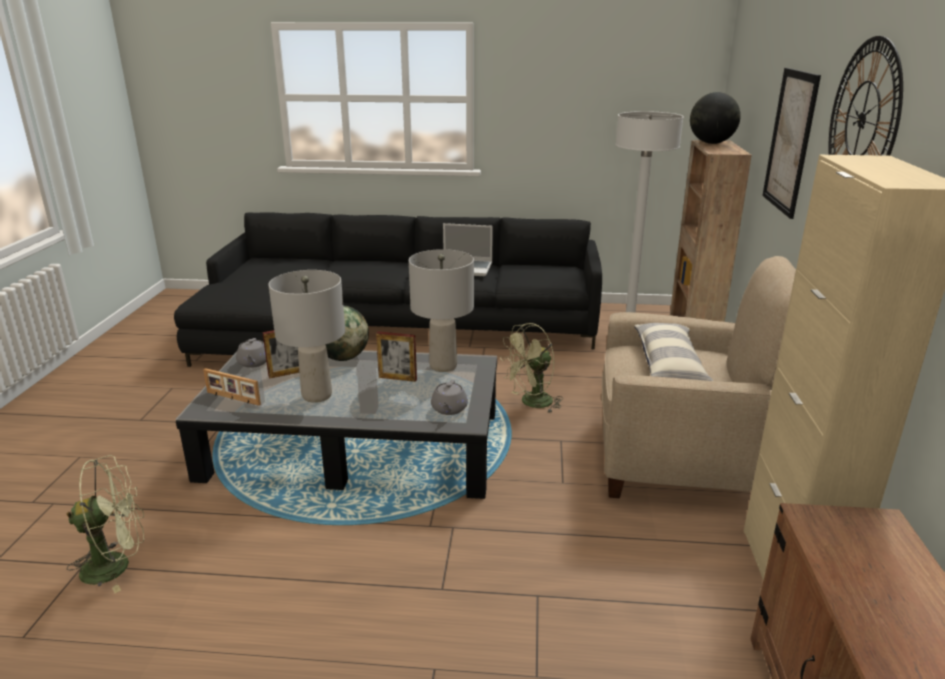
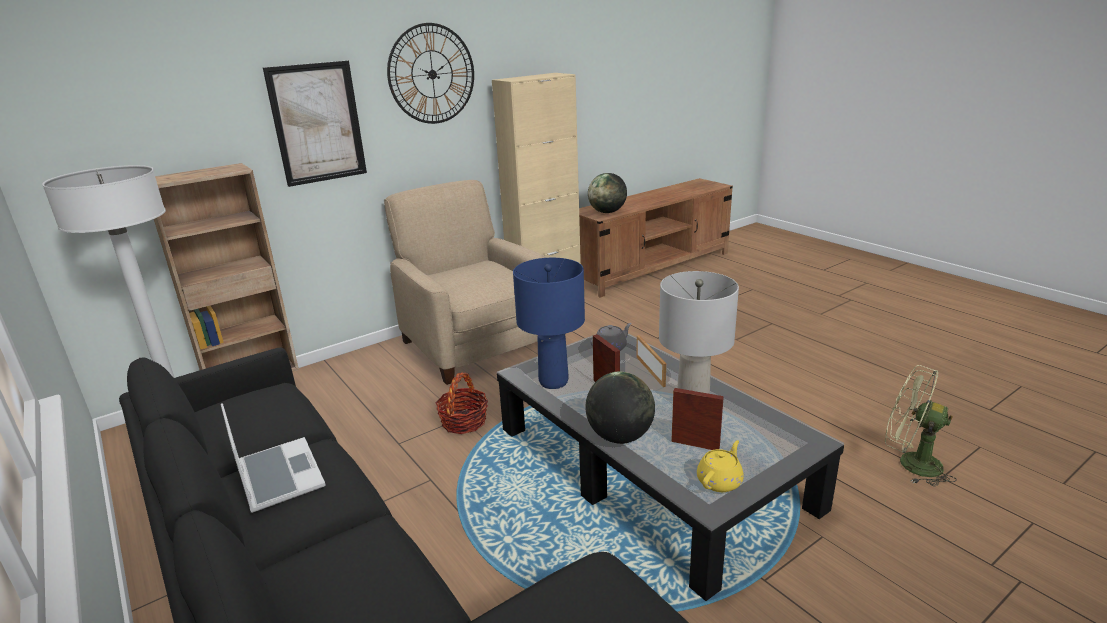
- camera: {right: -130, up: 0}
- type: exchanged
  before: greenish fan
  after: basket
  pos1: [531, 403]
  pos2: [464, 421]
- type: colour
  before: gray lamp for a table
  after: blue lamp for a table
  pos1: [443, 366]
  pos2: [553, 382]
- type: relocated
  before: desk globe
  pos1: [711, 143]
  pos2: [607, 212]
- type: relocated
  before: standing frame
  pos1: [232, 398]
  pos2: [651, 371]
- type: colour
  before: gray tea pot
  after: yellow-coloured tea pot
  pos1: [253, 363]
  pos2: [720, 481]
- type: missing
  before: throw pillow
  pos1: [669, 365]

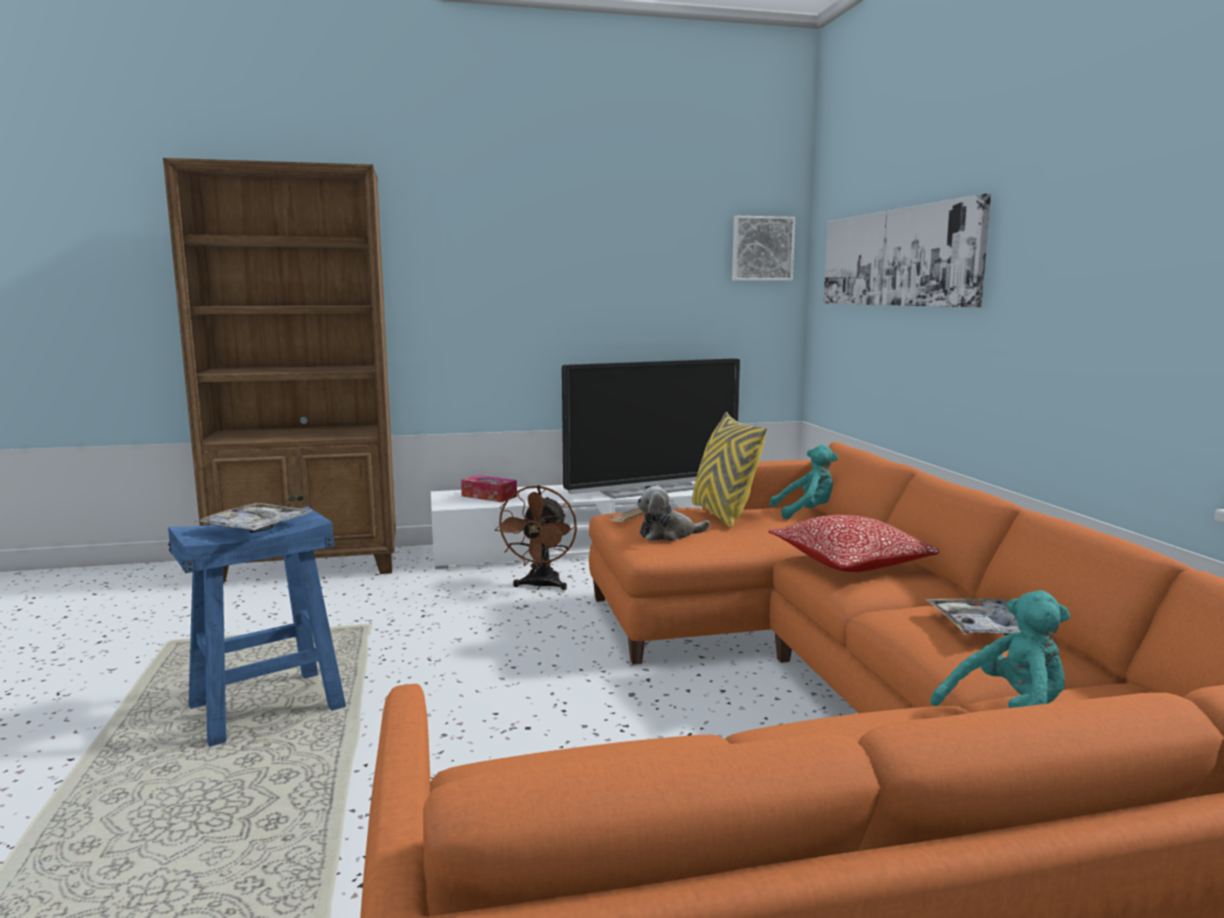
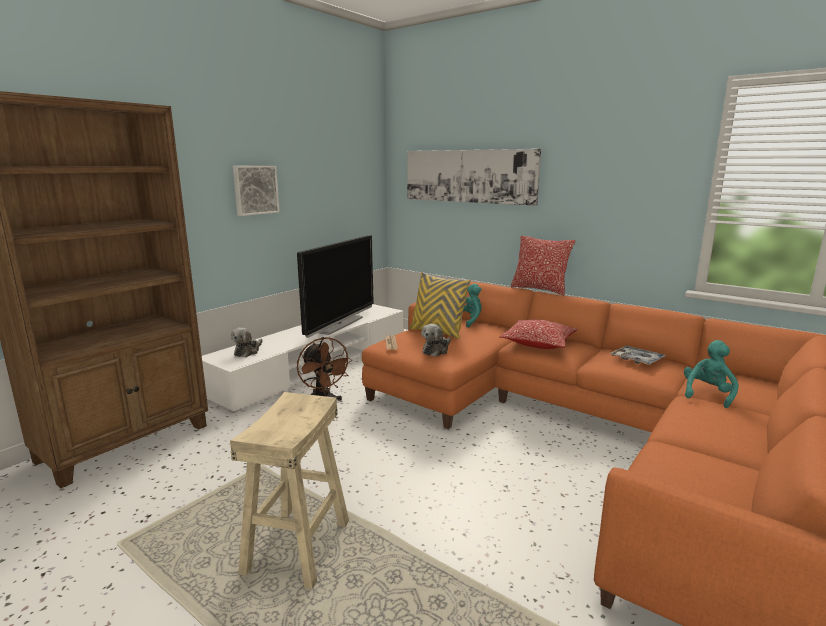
- camera: {right: -40, up: 5}
- type: colour
  before: blue stool seat
  after: beige-coloured stool seat
  pos1: [267, 706]
  pos2: [297, 545]
- type: exchanged
  before: box of tissues
  after: cuddly toy
  pos1: [489, 496]
  pos2: [248, 351]
- type: relocated
  before: picture
  pos1: [762, 249]
  pos2: [255, 190]
- type: appeared
  after: throw pillow
  pos2: [539, 289]
- type: missing
  before: serving tray
  pos1: [255, 527]

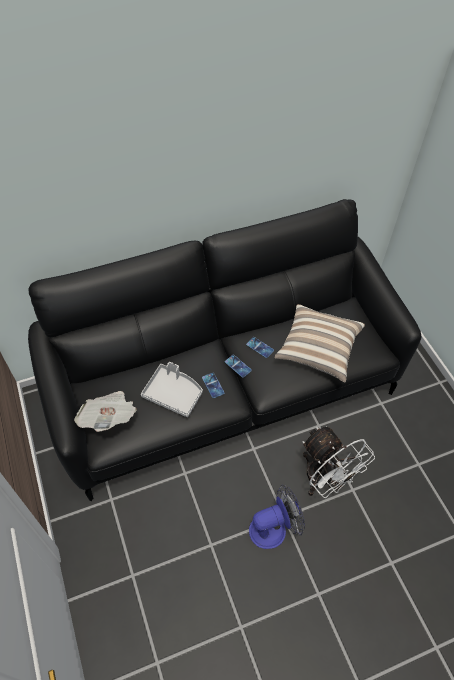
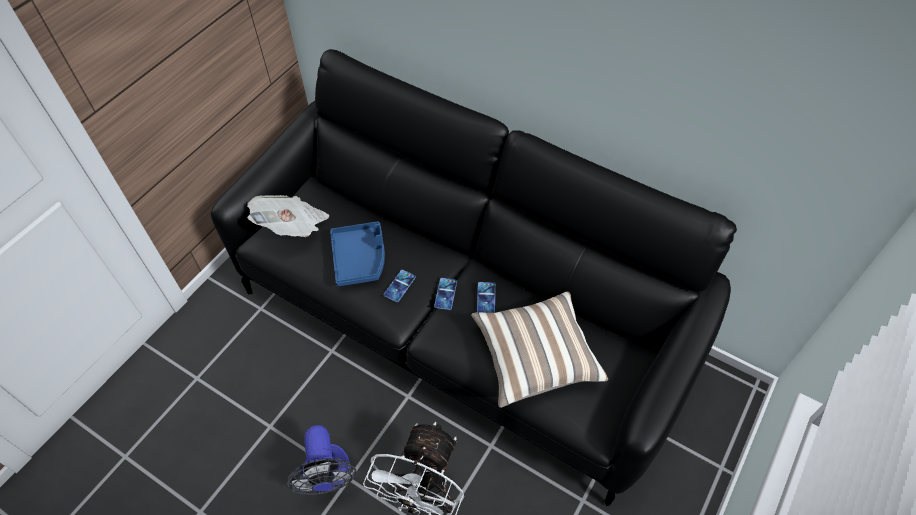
- camera: {right: 55, up: 0}
- type: spun
  before: fan
  pos1: [274, 528]
  pos2: [328, 476]
  turn: 45
- type: colour
  before: gray serving tray
  after: blue serving tray
  pos1: [173, 394]
  pos2: [360, 258]

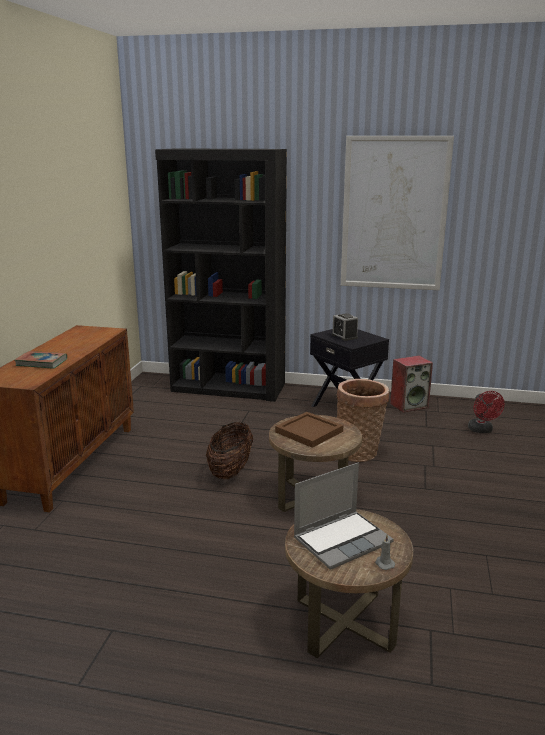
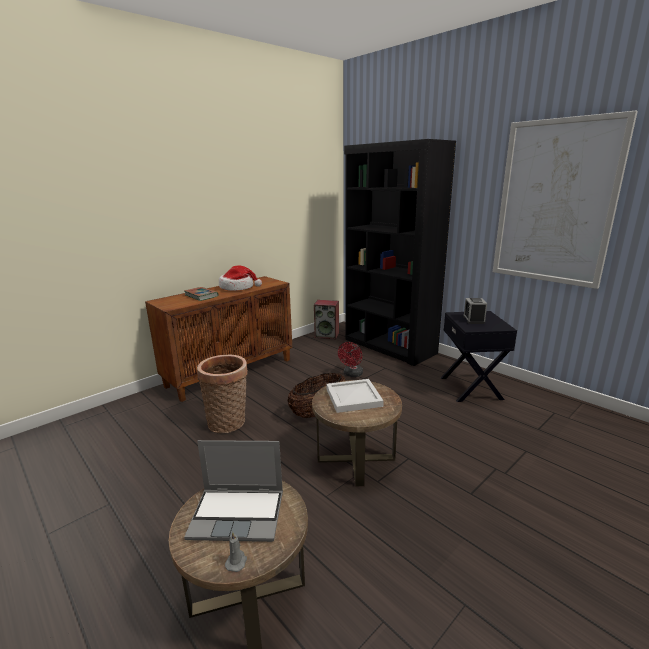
- camera: {right: 35, up: 0}
- type: relocated
  before: basket
  pos1: [359, 452]
  pos2: [229, 423]
- type: appeared
  after: clothing hat
  pos2: [238, 287]
- type: relocated
  before: loudspeaker
  pos1: [409, 405]
  pos2: [327, 335]
- type: colour
  before: brown-coloured serving tray
  after: white serving tray
  pos1: [309, 432]
  pos2: [353, 398]
- type: relocated
  before: red fan
  pos1: [482, 430]
  pos2: [352, 374]

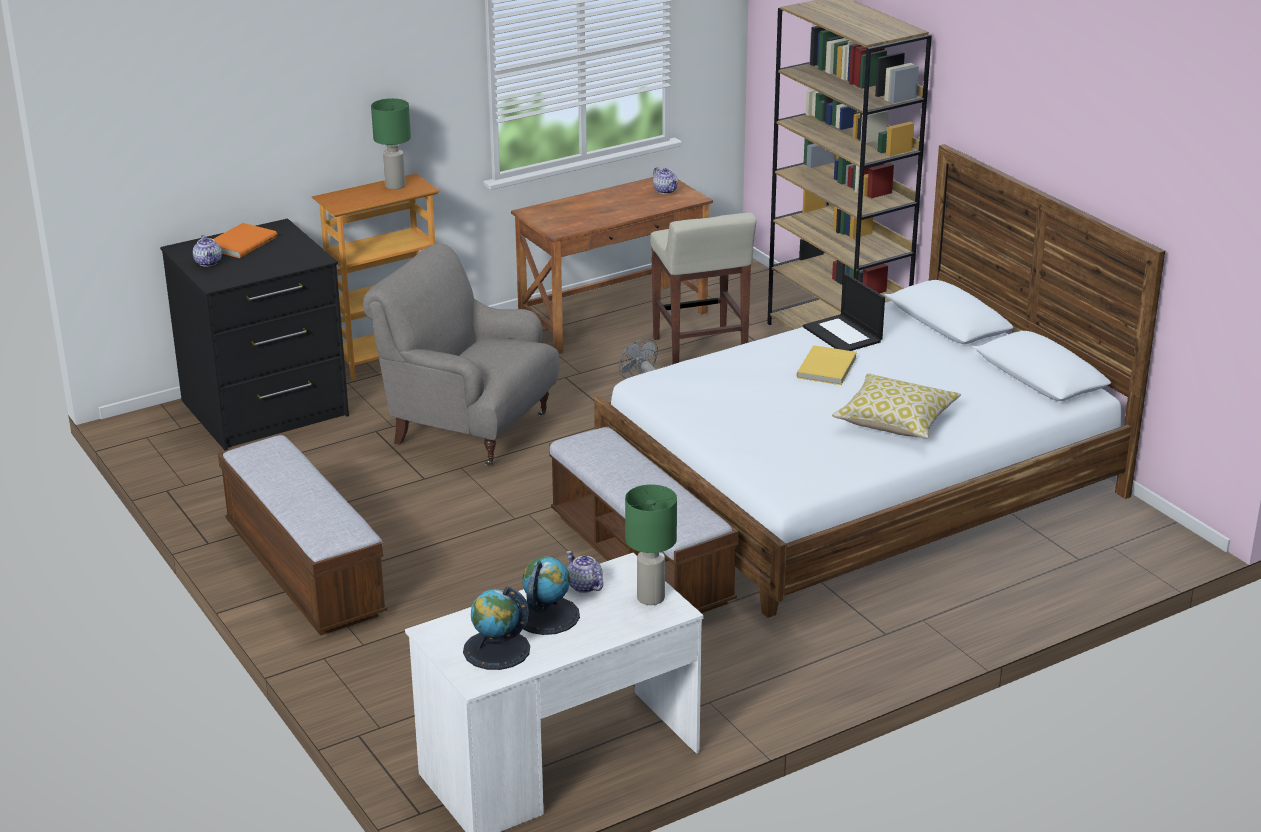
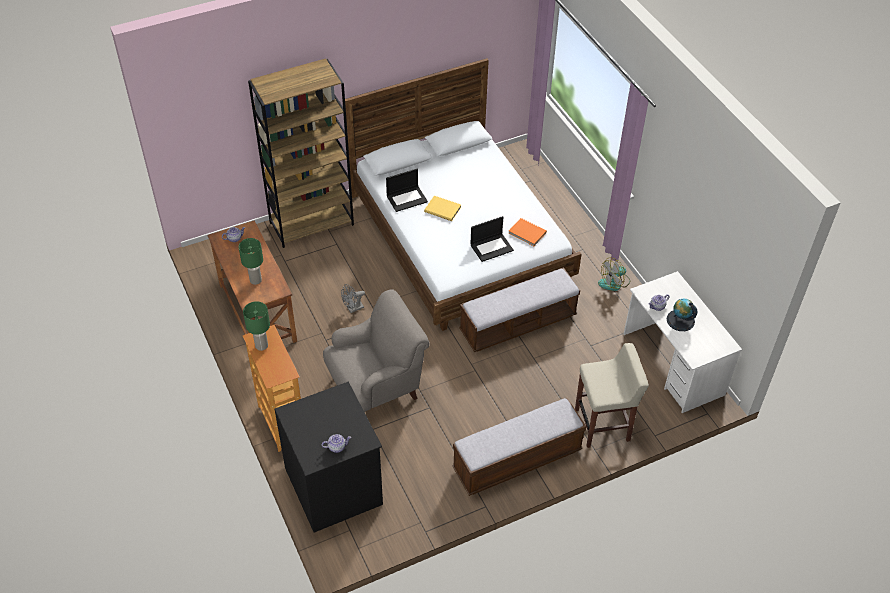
- camera: {right: -85, up: 20}
- type: relocated
  before: greenish lamp for a table
  pos1: [651, 598]
  pos2: [256, 280]
- type: spun
  before: gray lounge chair
  pos1: [468, 428]
  pos2: [377, 386]
  turn: -150
- type: appeared
  after: laptop
  pos2: [492, 247]
- type: relocated
  before: orangey bound book
  pos1: [240, 243]
  pos2: [527, 233]
- type: relocated
  before: beige-coloured stool seat
  pos1: [700, 349]
  pos2: [603, 425]
- type: appeared
  after: fan
  pos2: [614, 282]
- type: missing
  before: desk globe
  pos1: [496, 650]
- type: missing
  before: throw pillow
  pos1: [895, 421]

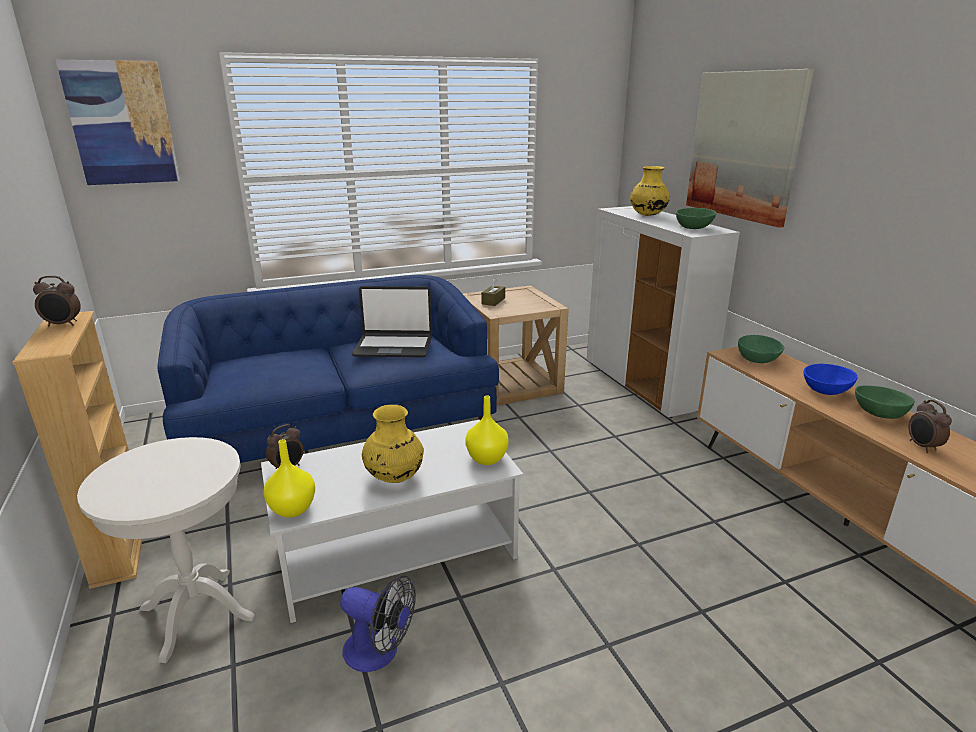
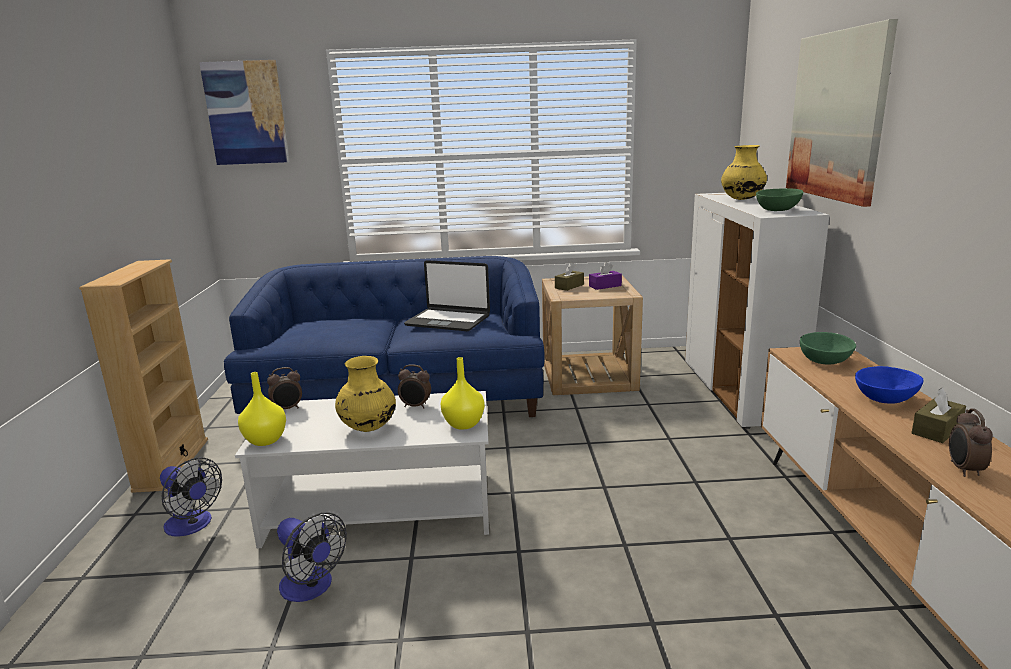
- camera: {right: 20, up: -5}
- type: exchanged
  before: white end table
  after: fan
  pos1: [197, 613]
  pos2: [192, 525]
- type: relocated
  before: bedside clock
  pos1: [63, 324]
  pos2: [415, 406]
- type: appeared
  after: purplish box of tissues
  pos2: [605, 286]
- type: exchanged
  before: greenish bowl
  after: brown-coloured box of tissues
  pos1: [879, 414]
  pos2: [936, 430]

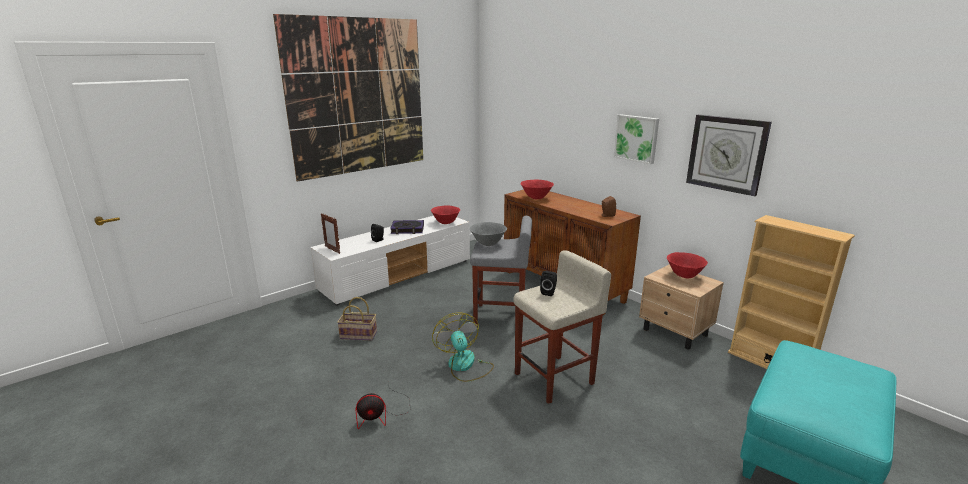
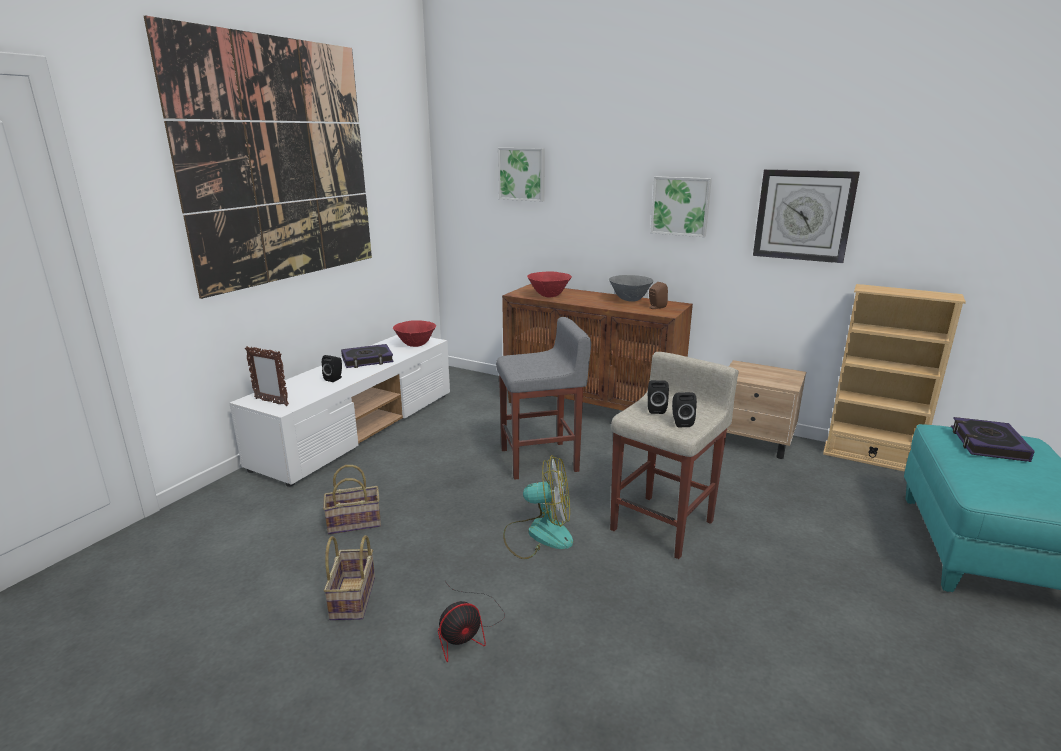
- camera: {right: -20, up: 0}
- type: appeared
  after: basket
  pos2: [354, 599]
- type: appeared
  after: picture
  pos2: [522, 174]
- type: spun
  before: fan
  pos1: [464, 366]
  pos2: [538, 534]
  turn: 135
- type: relocated
  before: gray bowl
  pos1: [488, 244]
  pos2: [629, 300]
- type: appeared
  after: blackish loudspeaker
  pos2: [681, 422]
- type: appeared
  after: bound book
  pos2: [988, 444]
- type: missing
  before: red bowl
  pos1: [684, 276]

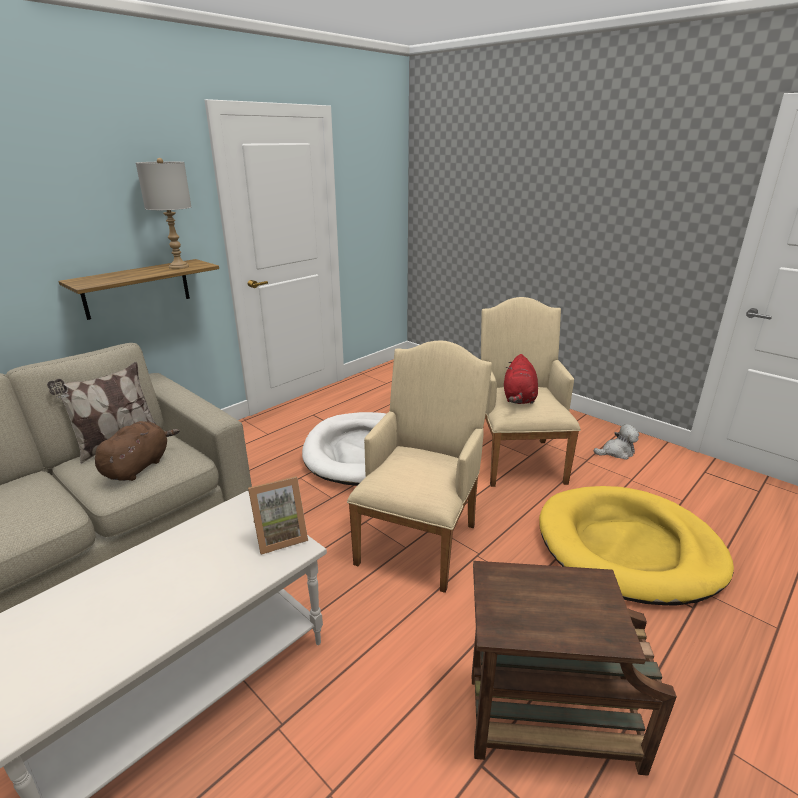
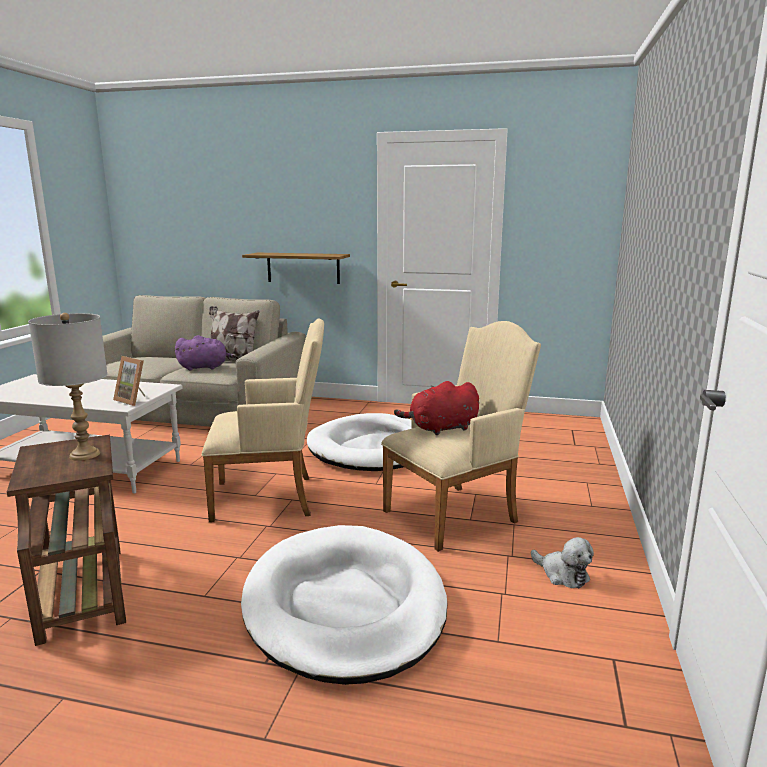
- camera: {right: 60, up: -10}
- type: relocated
  before: gray lamp for a table
  pos1: [178, 266]
  pos2: [84, 455]
- type: colour
  before: brown-coloured cuddly toy
  after: purplish cuddly toy
  pos1: [139, 466]
  pos2: [205, 367]
- type: colour
  before: yellow-coloured pet bed
  after: white pet bed
  pos1: [628, 548]
  pos2: [345, 606]

